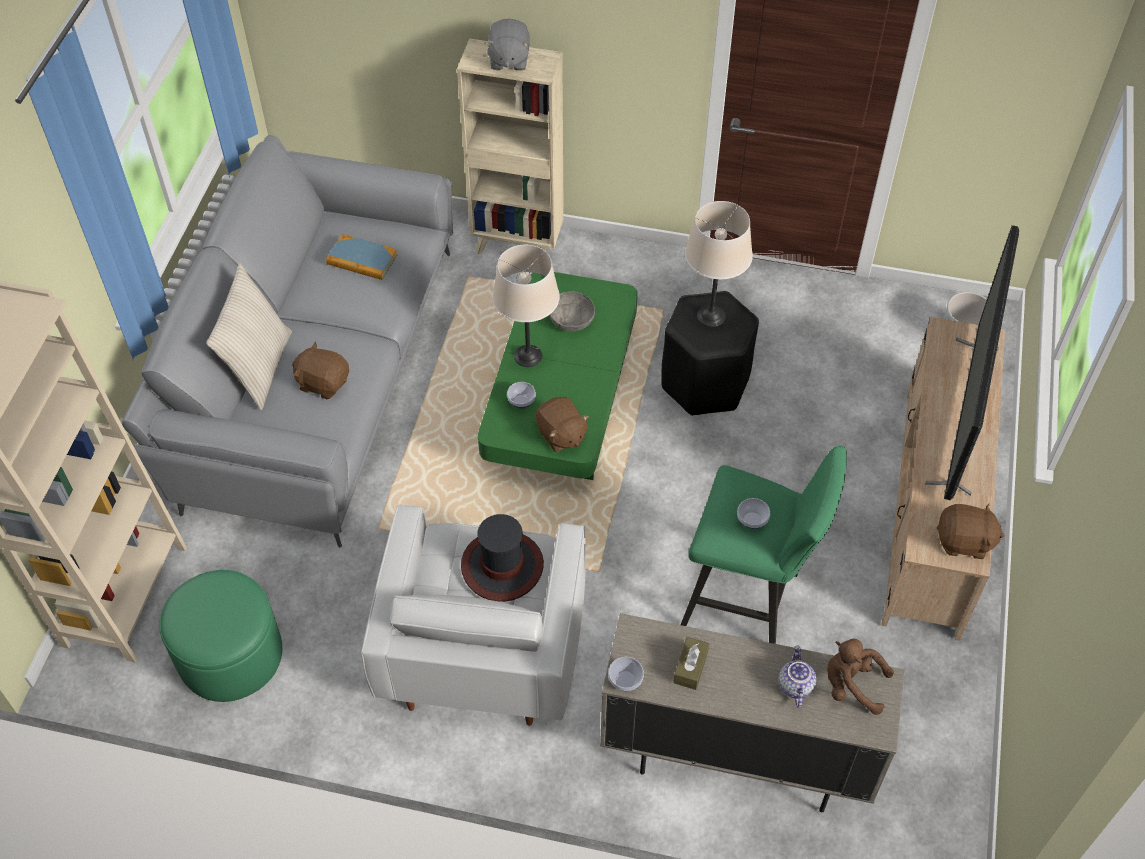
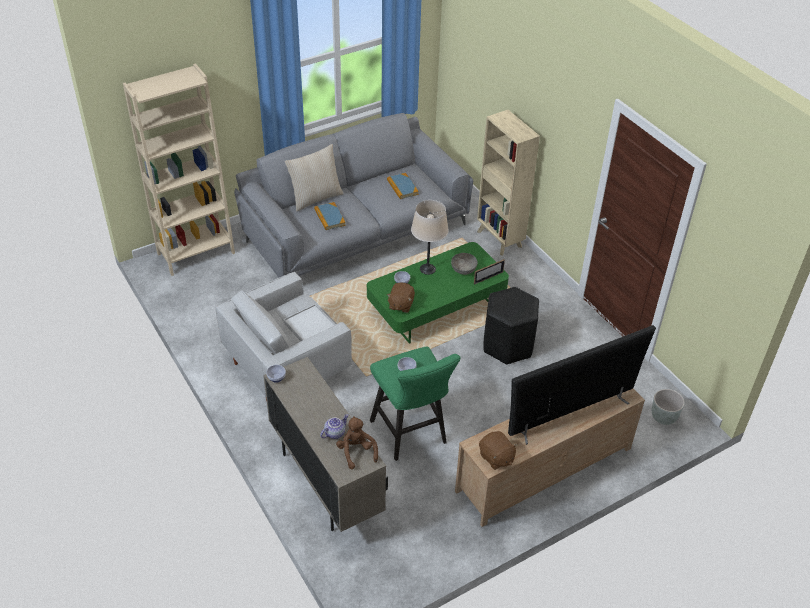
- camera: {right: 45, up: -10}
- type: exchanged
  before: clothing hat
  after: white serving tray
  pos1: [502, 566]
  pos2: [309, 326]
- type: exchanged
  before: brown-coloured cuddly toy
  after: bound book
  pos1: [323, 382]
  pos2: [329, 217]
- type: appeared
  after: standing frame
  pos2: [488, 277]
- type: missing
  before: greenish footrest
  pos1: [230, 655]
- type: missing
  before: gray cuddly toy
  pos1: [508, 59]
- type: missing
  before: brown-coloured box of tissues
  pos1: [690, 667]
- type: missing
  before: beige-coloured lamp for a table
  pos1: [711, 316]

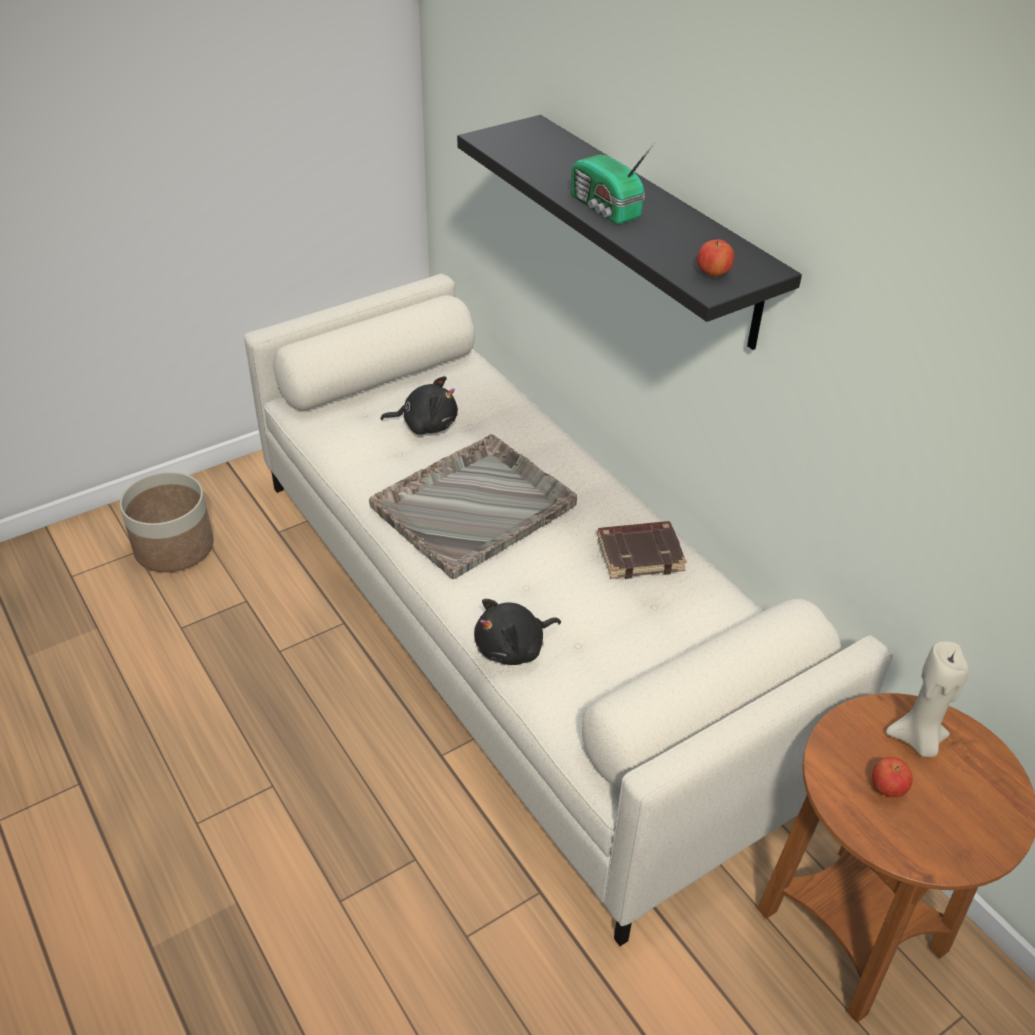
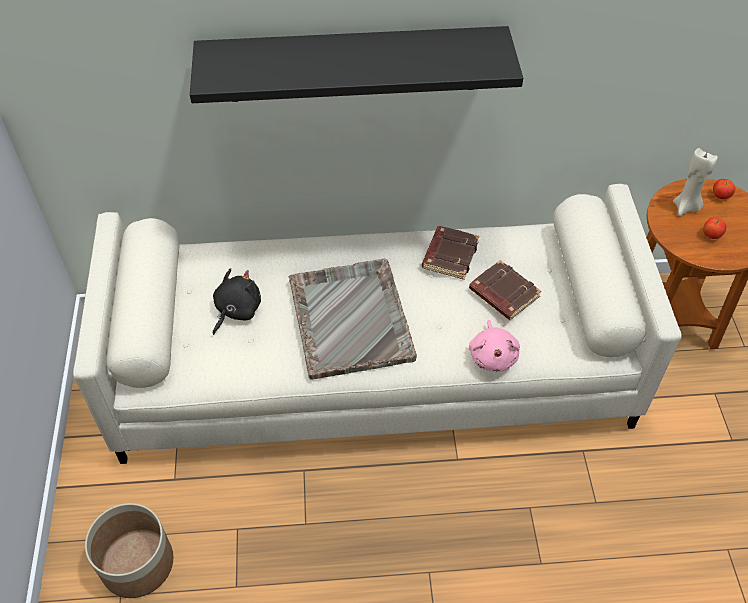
- camera: {right: -60, up: 10}
- type: appeared
  after: brown-coloured bound book
  pos2: [502, 293]
- type: colour
  before: blackish cuddly toy
  after: pinkish cuddly toy
  pos1: [513, 648]
  pos2: [493, 356]
- type: relocated
  before: whole apple
  pos1: [713, 274]
  pos2: [720, 196]
- type: missing
  before: radio
  pos1: [605, 209]

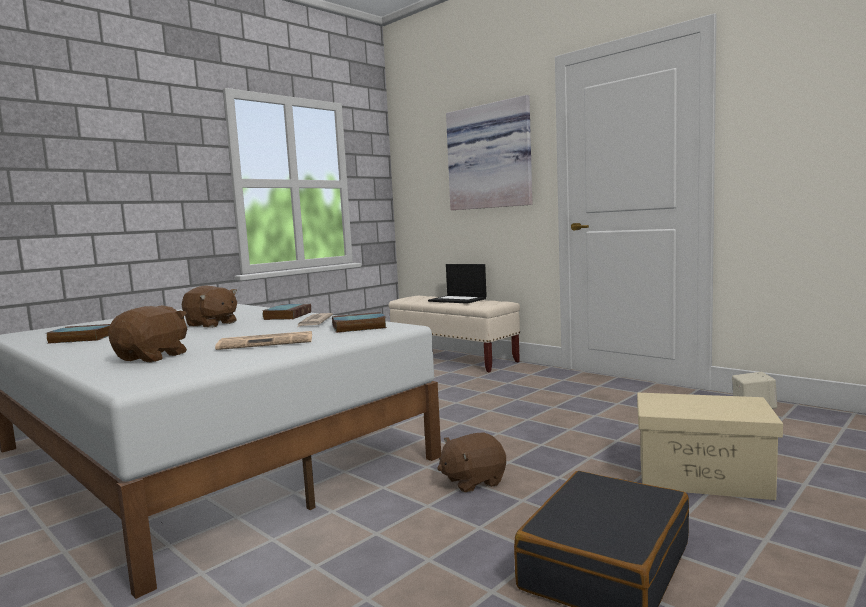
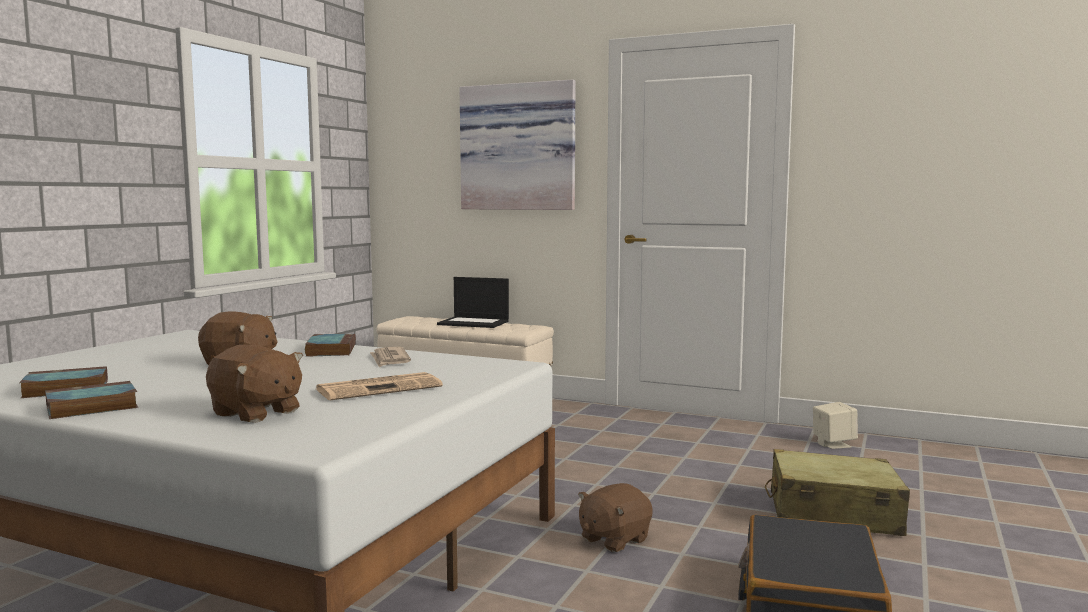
- camera: {right: -20, up: 0}
- type: relocated
  before: bound book
  pos1: [358, 327]
  pos2: [90, 407]
- type: spun
  before: brown-coloured cuddly toy
  pos1: [154, 357]
  pos2: [256, 413]
  turn: 120
- type: exchanged
  before: beige-coloured storage box
  after: beige-coloured travel case
  pos1: [701, 478]
  pos2: [832, 514]

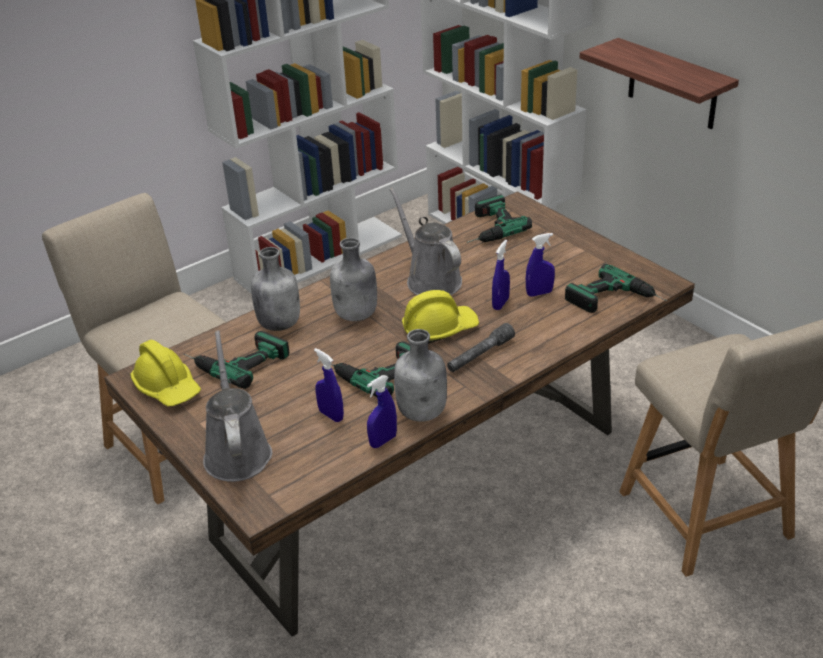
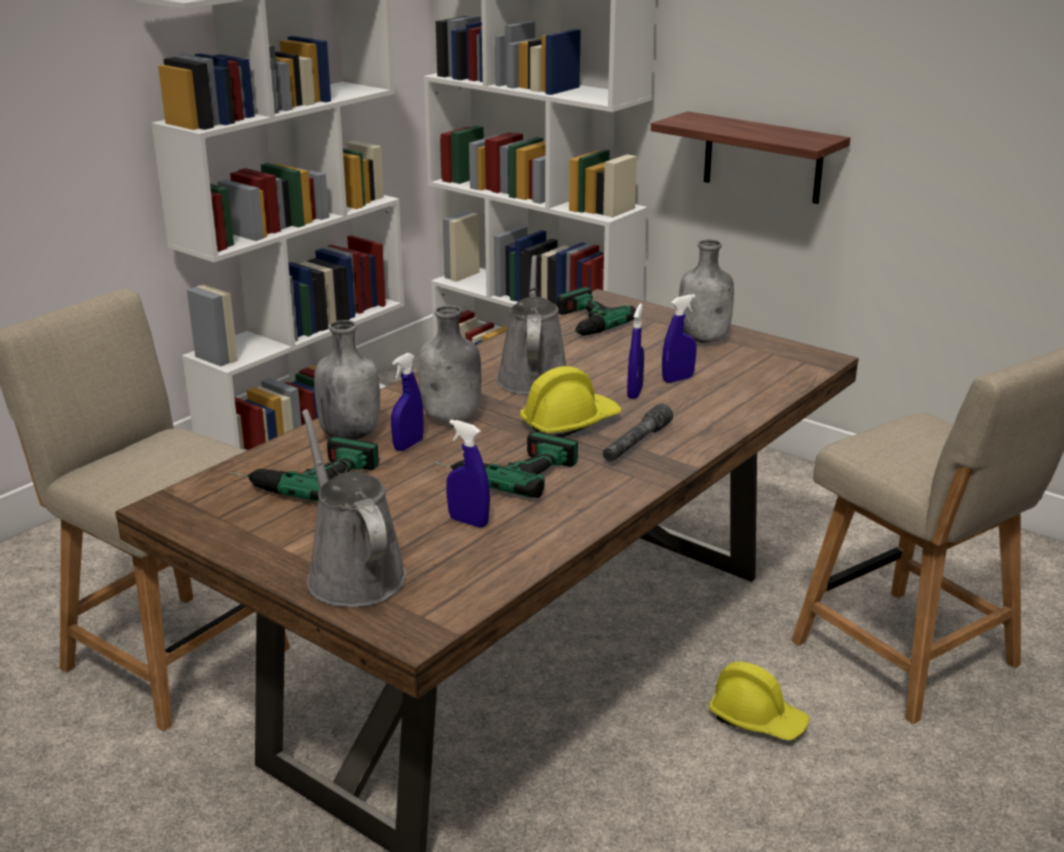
- camera: {right: -15, up: -10}
- type: relocated
  before: blue spray bottle
  pos1: [383, 441]
  pos2: [408, 445]
- type: spun
  before: gray sprinkling can
  pos1: [430, 280]
  pos2: [532, 376]
  turn: 45
- type: relocated
  before: gray beverage bottle
  pos1: [423, 412]
  pos2: [704, 339]
- type: relocated
  before: yellow-coloured hard hat
  pos1: [167, 387]
  pos2: [757, 719]
- type: missing
  before: power drill
  pos1: [617, 301]

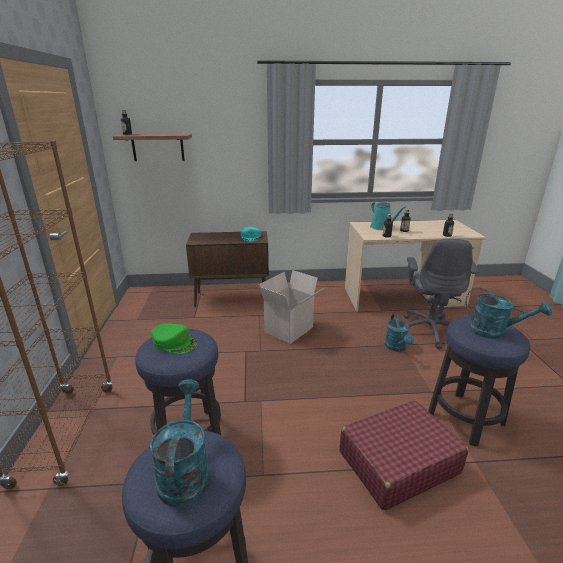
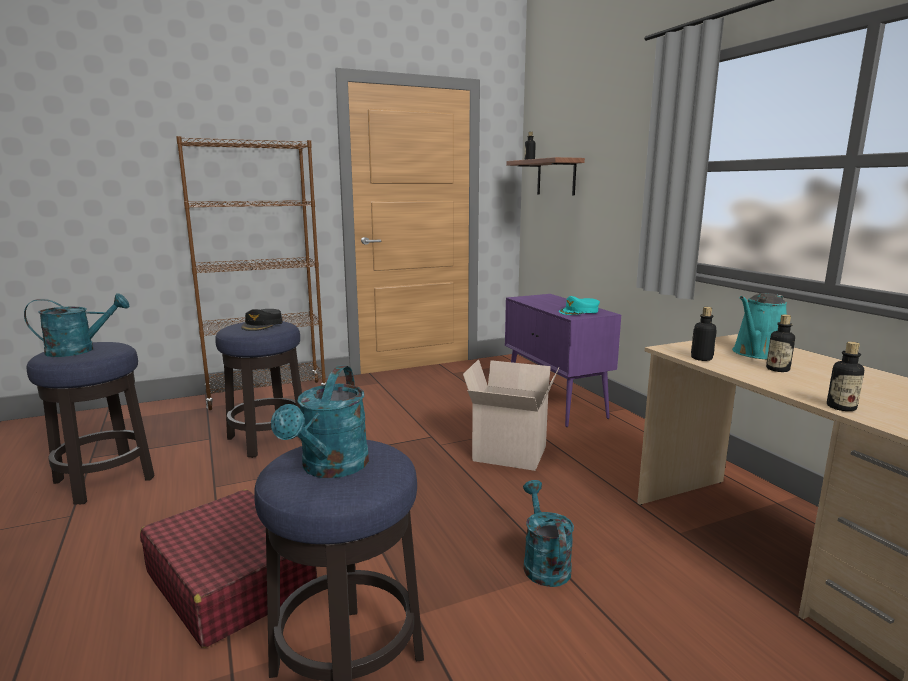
- camera: {right: 70, up: -10}
- type: colour
  before: greenish peaked cap
  after: blackish peaked cap
  pos1: [174, 342]
  pos2: [262, 325]
- type: colour
  before: brown-coloured storage cabinet
  after: purplish storage cabinet
  pos1: [232, 298]
  pos2: [555, 403]
- type: spun
  before: turquoise sprinkling can
  pos1: [397, 348]
  pos2: [543, 563]
  turn: 105
- type: missing
  before: gray desk chair
  pos1: [429, 330]

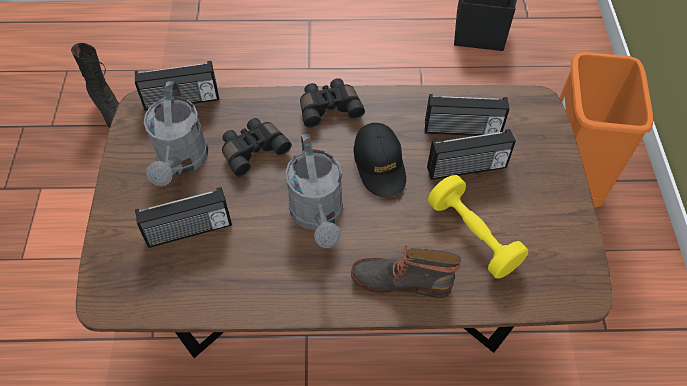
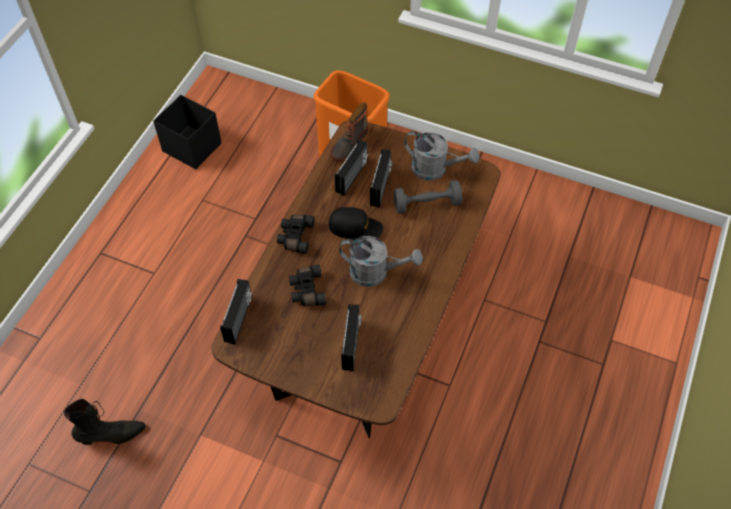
- camera: {right: -65, up: 0}
- type: relocated
  before: tall boot
  pos1: [401, 279]
  pos2: [348, 144]
- type: colour
  before: yellow-coloured hand weight
  after: gray hand weight
  pos1: [473, 235]
  pos2: [427, 204]
- type: relocated
  before: gray sprinkling can
  pos1: [181, 162]
  pos2: [435, 169]

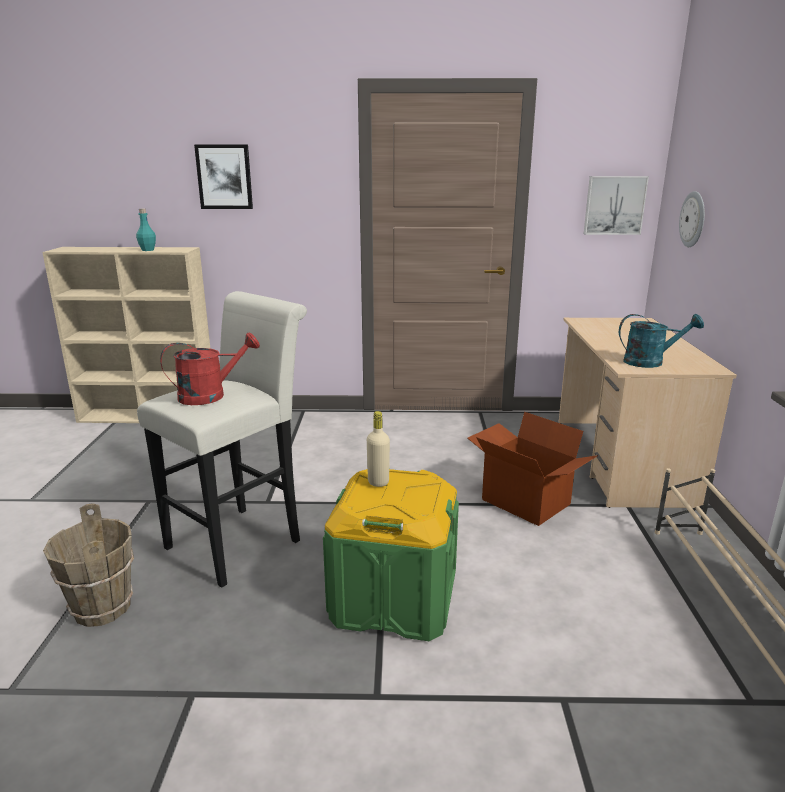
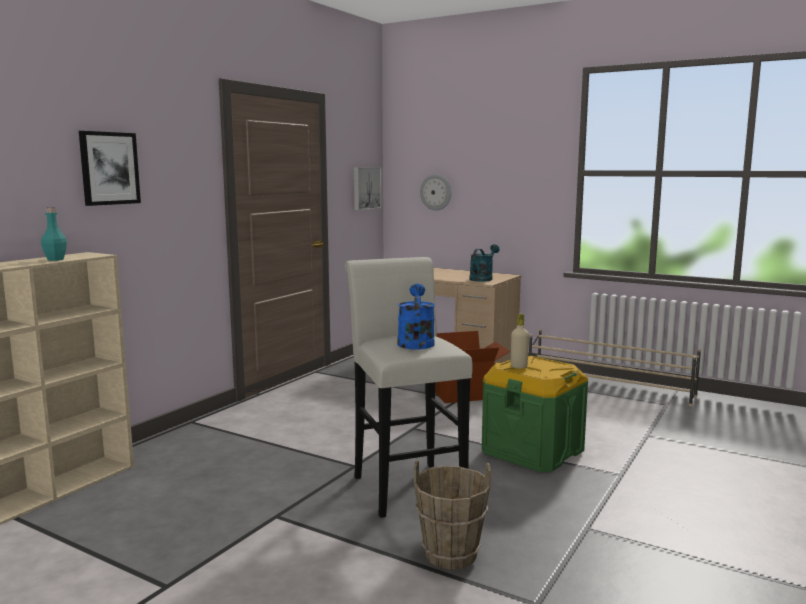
- camera: {right: -60, up: -10}
- type: colour
  before: red sprinkling can
  after: blue sprinkling can
  pos1: [210, 395]
  pos2: [415, 342]

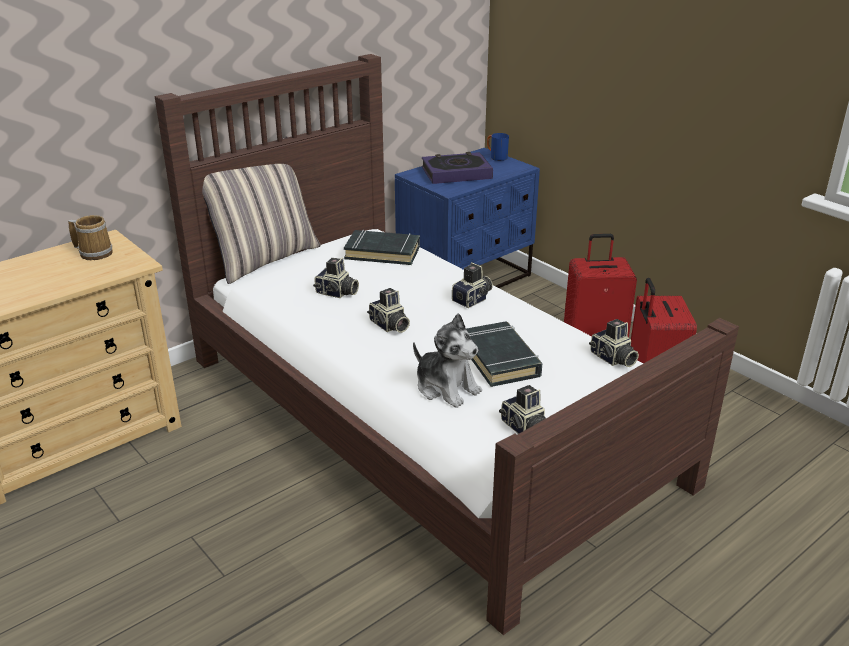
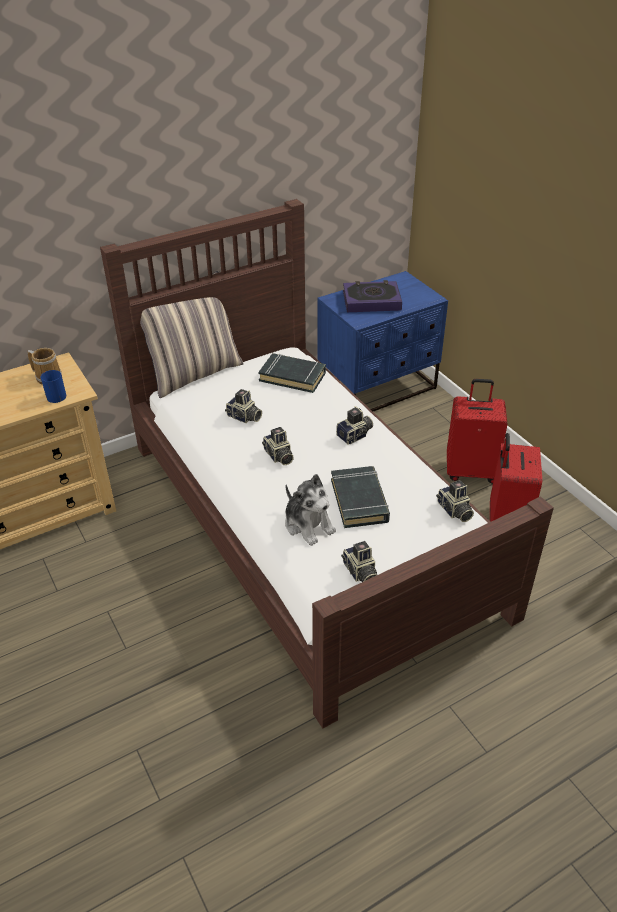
- camera: {right: 10, up: 10}
- type: relocated
  before: blue mug
  pos1: [496, 157]
  pos2: [54, 395]

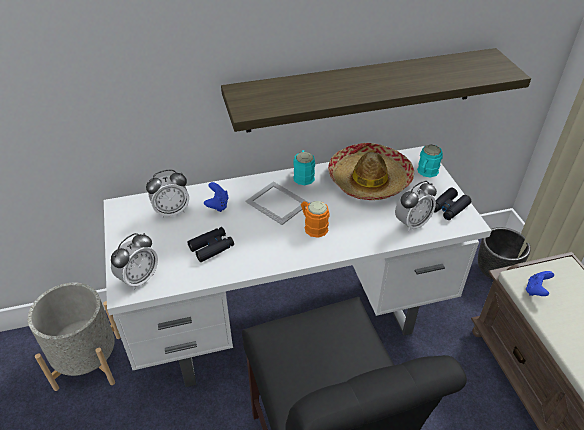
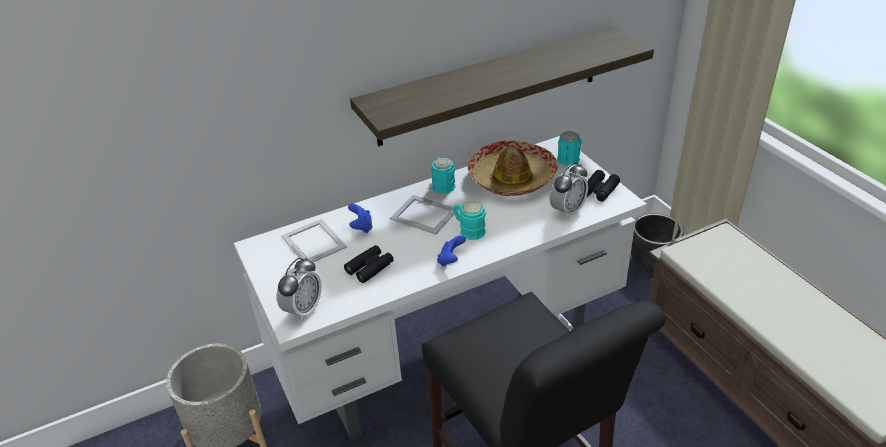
- camera: {right: -10, up: -5}
- type: exchanged
  before: bedside clock
  after: standing frame
  pos1: [172, 211]
  pos2: [314, 241]
- type: relocated
  before: blue gamepad
  pos1: [536, 290]
  pos2: [451, 260]
- type: colour
  before: orangey mug
  after: turquoise mug
  pos1: [313, 226]
  pos2: [468, 230]

